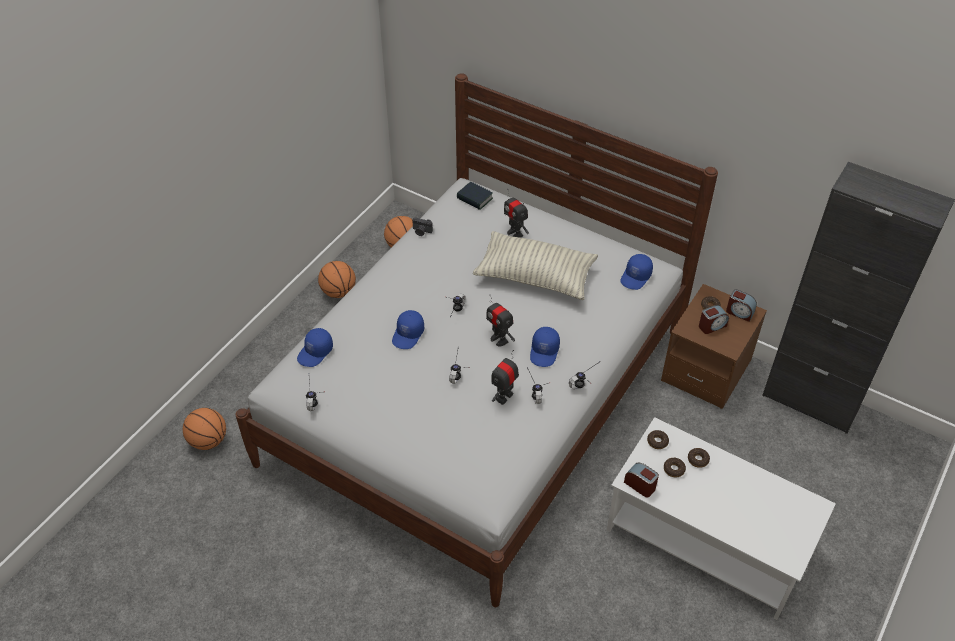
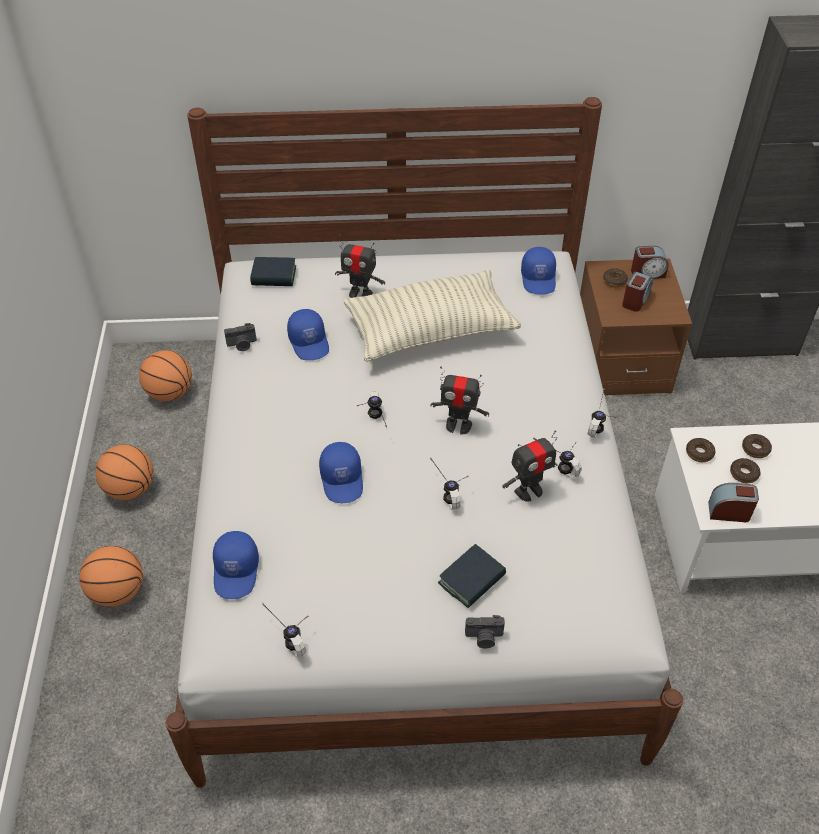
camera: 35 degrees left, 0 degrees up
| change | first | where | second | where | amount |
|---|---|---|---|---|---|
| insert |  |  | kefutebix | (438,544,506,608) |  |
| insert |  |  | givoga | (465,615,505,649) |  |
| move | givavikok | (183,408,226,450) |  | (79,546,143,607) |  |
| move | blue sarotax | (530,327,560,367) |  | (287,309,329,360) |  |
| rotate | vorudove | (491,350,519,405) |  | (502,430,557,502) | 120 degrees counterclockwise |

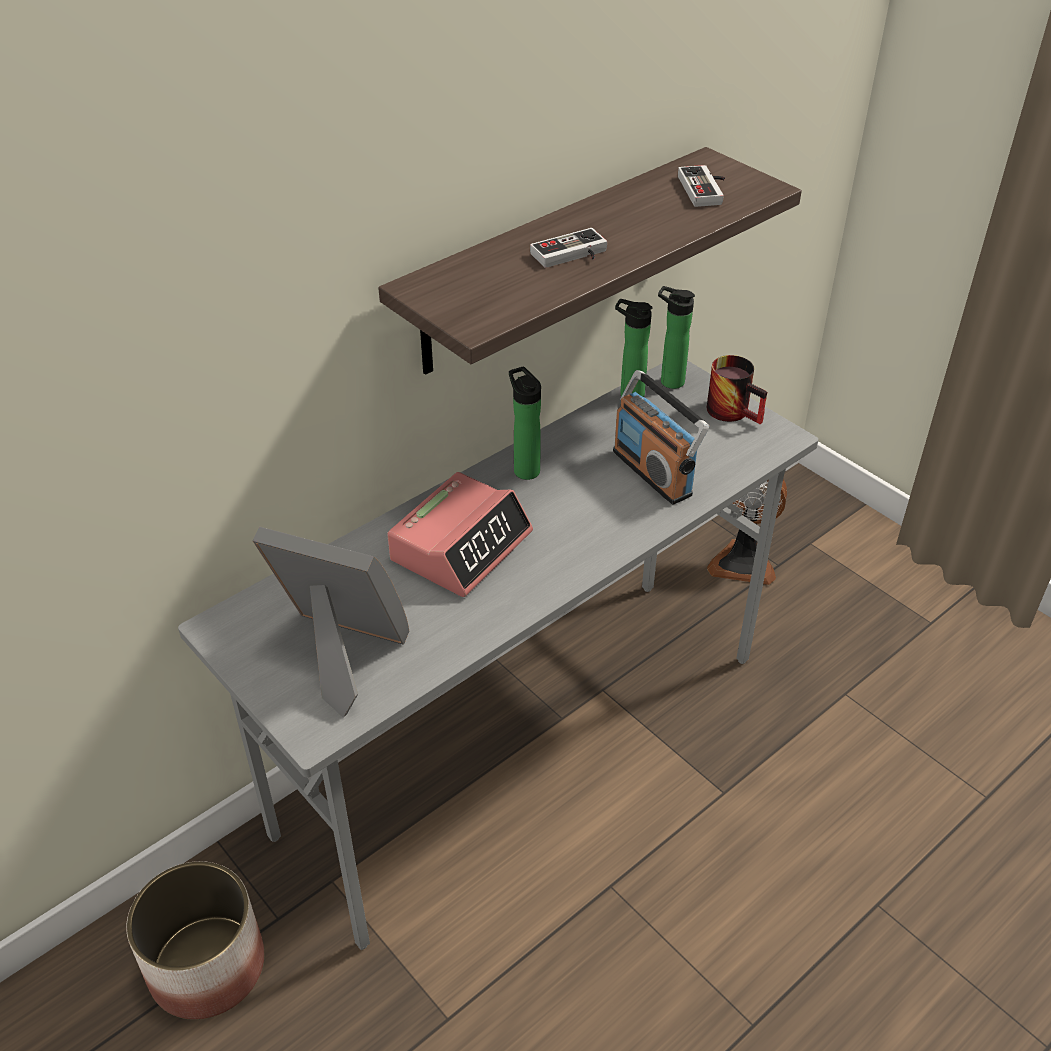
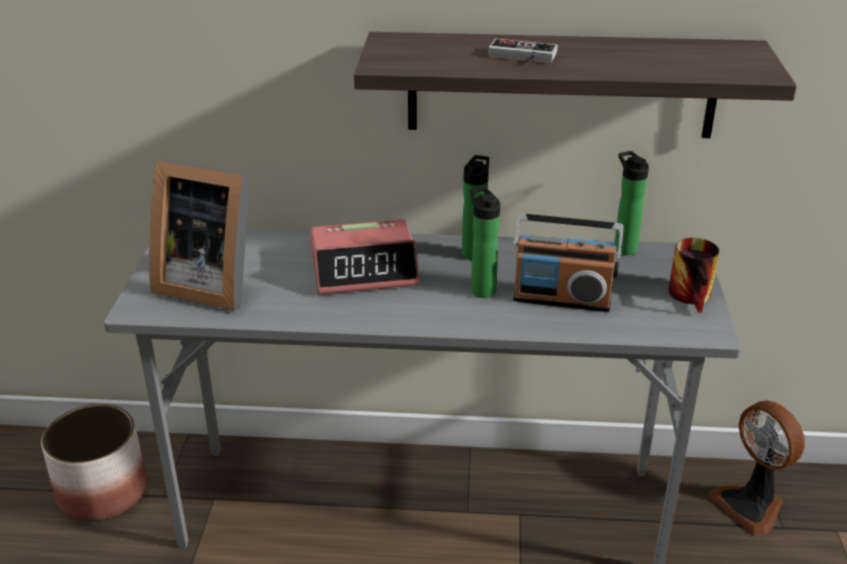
camera: 45 degrees right, 10 degrees down
| change | first | where | second | where | amount |
|---|---|---|---|---|---|
| delete | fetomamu | (678,165,725,207) |  |  |  |
| move | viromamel | (658,286,695,389) |  | (471,187,500,298) |  |
| rotate | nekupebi | (253,527,409,718) |  | (149,159,250,311) | 135 degrees clockwise |
| rotate | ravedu | (613,370,709,505) |  | (513,213,624,312) | 90 degrees counterclockwise |

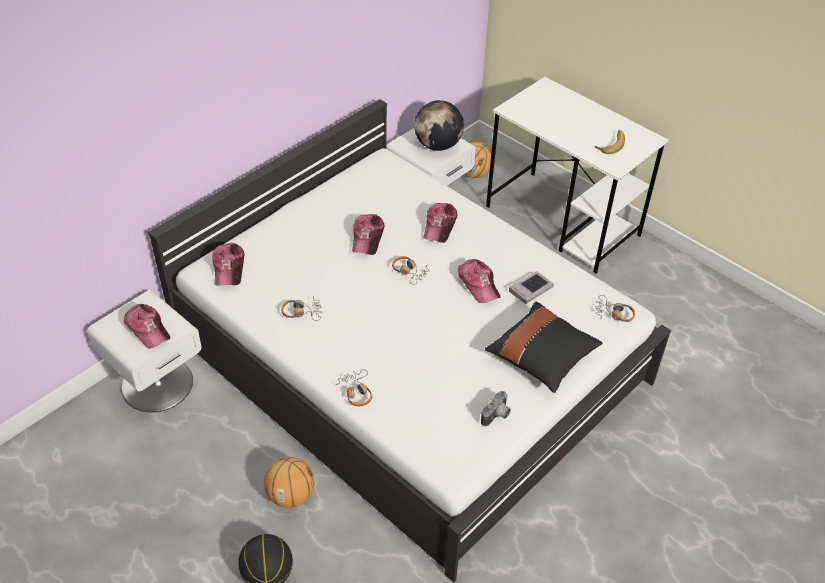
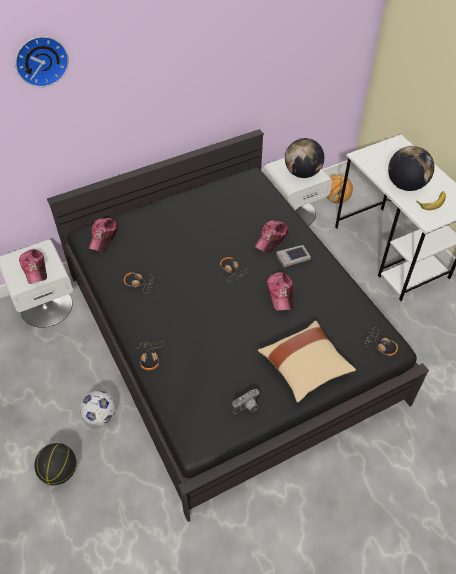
camera: 20 degrees right, 5 degrees up
| change | first | where | second | where | amount |
|---|---|---|---|---|---|
| delete | sarotax | (352,214,385,255) |  |  |  |
| insert |  |  | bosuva | (15,36,69,87) |  |
| insert |  |  | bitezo | (388,146,434,191) |  |
| move | kefutebix | (509,271,554,304) |  | (276,245,311,267) |  |
| replace | givavikok | (264,457,314,508) | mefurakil | (80,390,116,426) |  |
| recolor | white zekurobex | (148,99,671,582) | black zekurobex | (47,129,429,522) |  |
| recolor | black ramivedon | (485,302,603,393) | beige ramivedon | (258,320,356,402) |  |

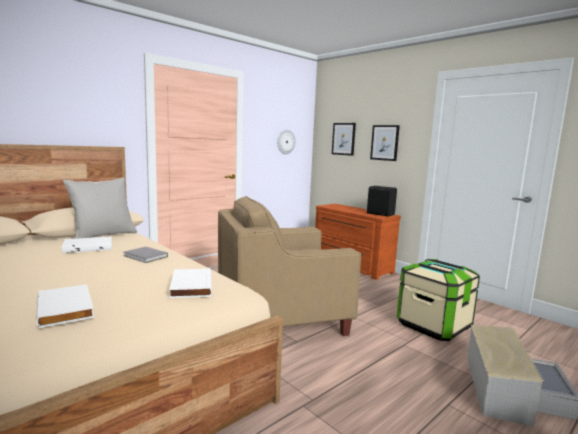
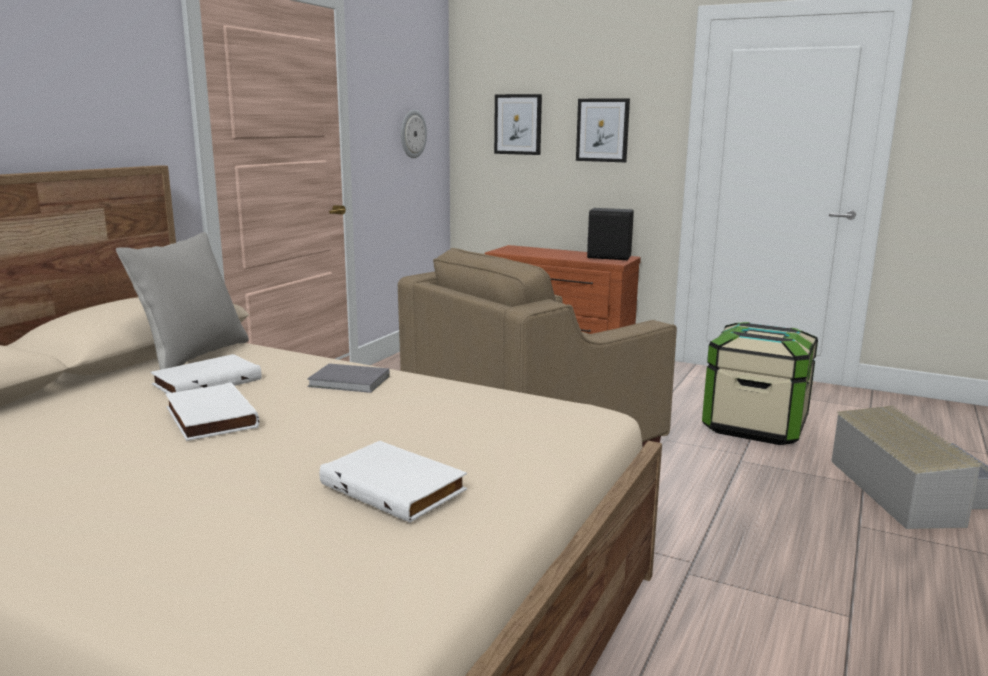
camera: 20 degrees left, 5 degrees up
| change | first | where | second | where | amount |
|---|---|---|---|---|---|
| move | white kefutebix | (169,268,212,298) |  | (166,382,259,441) |  |

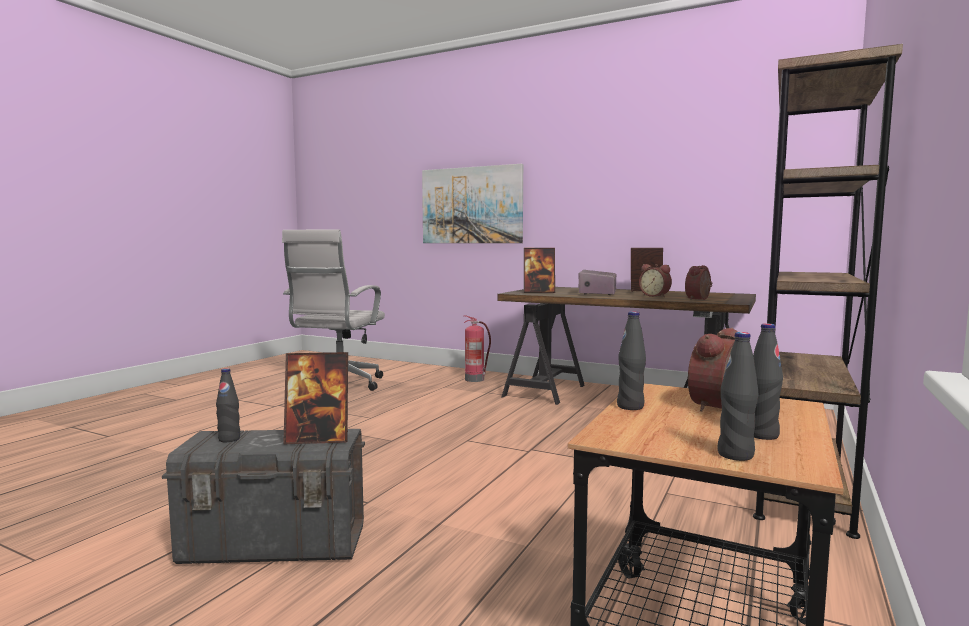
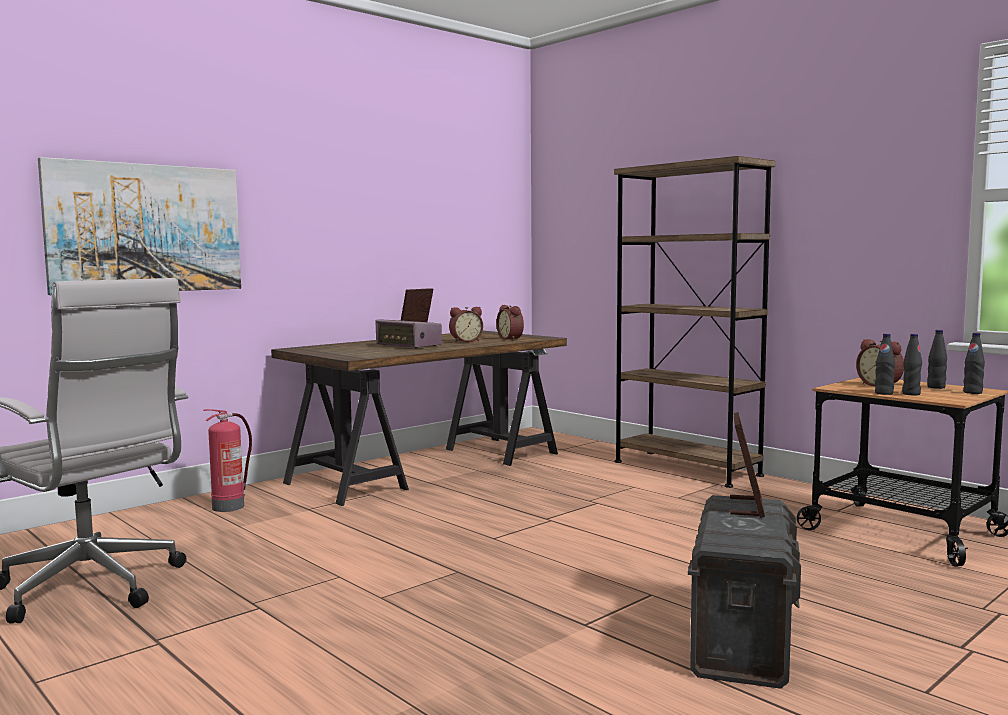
camera: 70 degrees left, 0 degrees up
| change | first | where | second | where | amount |
|---|---|---|---|---|---|
| delete | nekupebi | (524,248,555,293) |  |  |  |
| move | black viromamel | (216,368,240,442) |  | (902,334,922,396) |  |

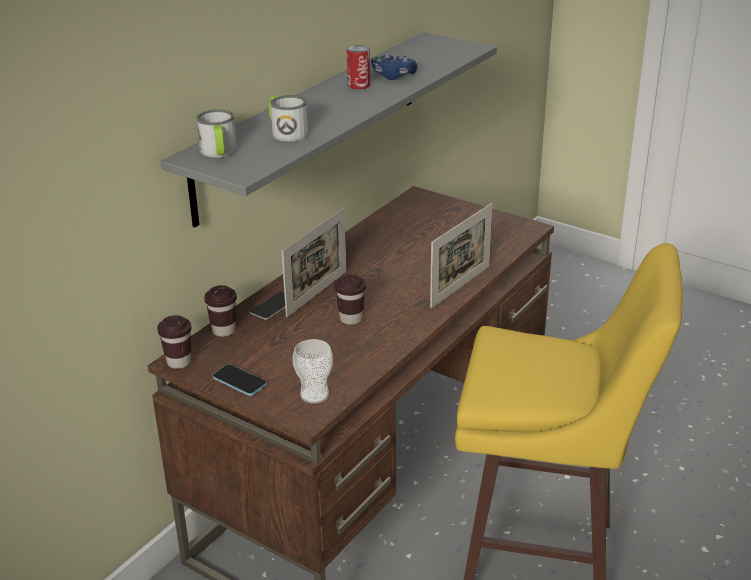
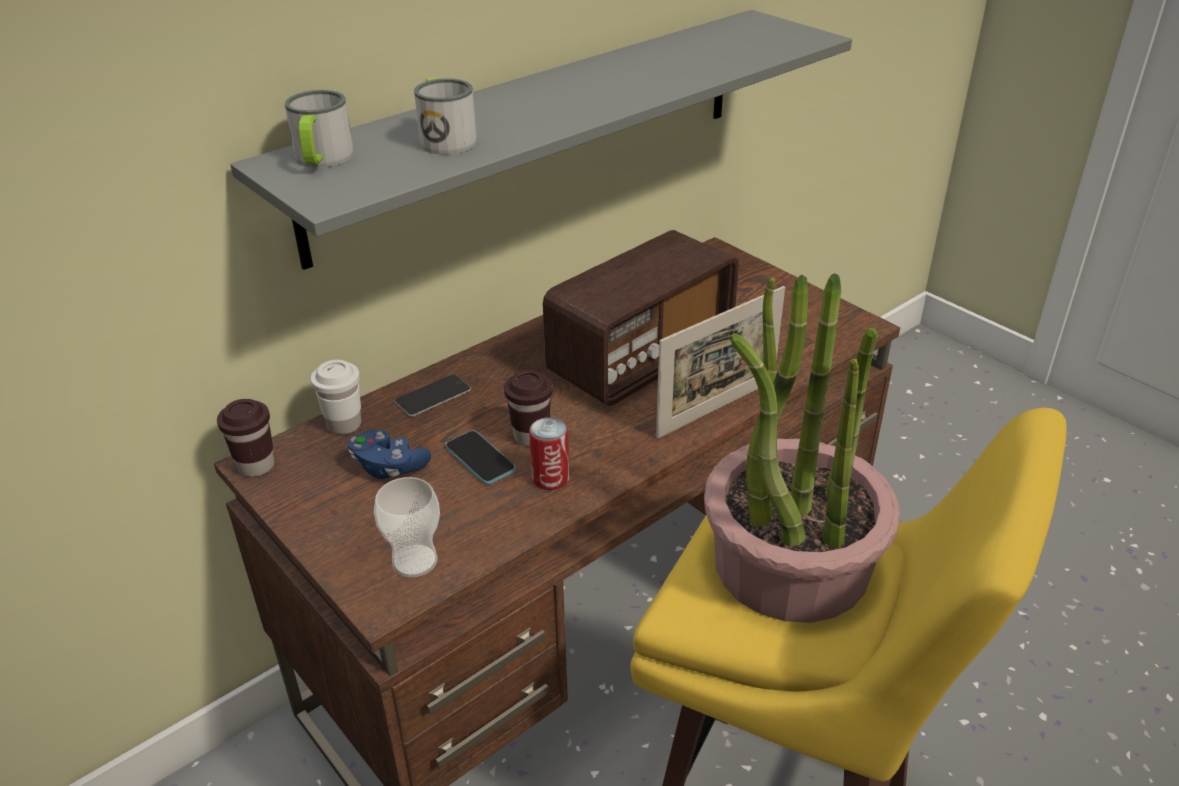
camera: 15 degrees right, 5 degrees up
| change | first | where | second | where | amount |
|---|---|---|---|---|---|
| delete | nekupebi | (282,208,346,317) |  |  |  |
| insert |  |  | ravedu | (543,230,739,406) |  |
| insert |  |  | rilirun | (704,273,900,623) |  |
| move | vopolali | (212,364,267,396) |  | (445,431,516,485) |  |
| move | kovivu | (347,45,370,89) |  | (529,417,569,490) |  |
| move | blue fetomamu | (371,54,417,80) |  | (348,430,431,479) |  |
| recolor | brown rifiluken | (204,285,237,337) | white rifiluken | (311,360,361,435) |  |

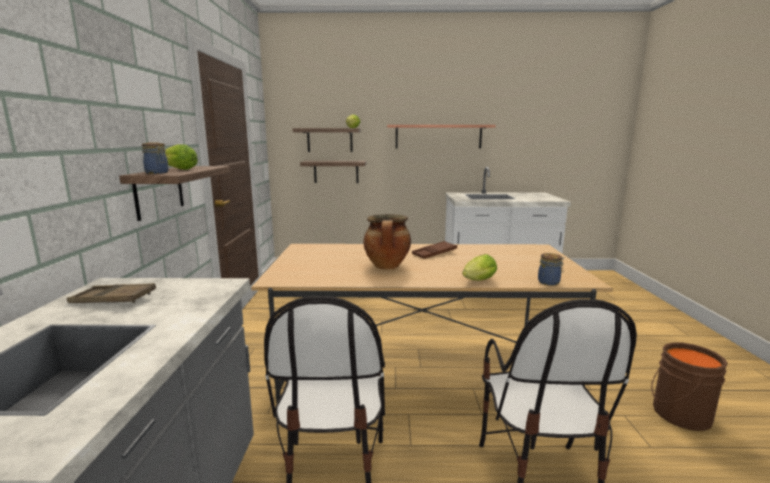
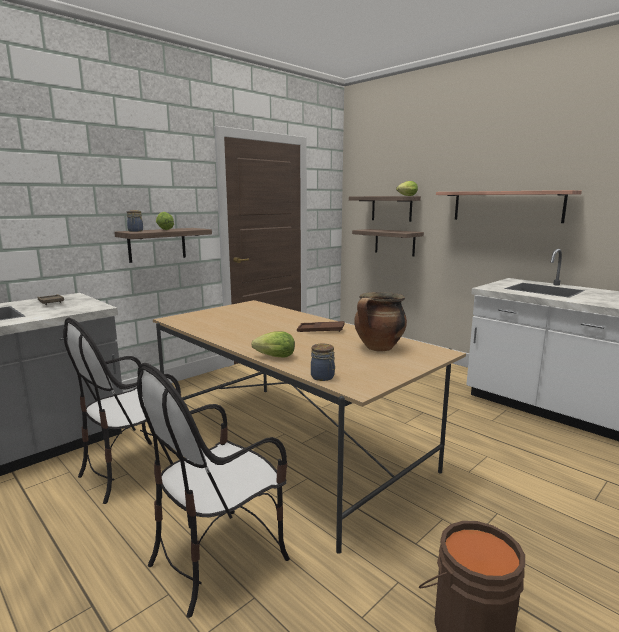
camera: 45 degrees right, 0 degrees up
| change | first | where | second | where | amount |
|---|---|---|---|---|---|
| move | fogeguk | (364,214,411,269) |  | (354,292,407,352) |  |

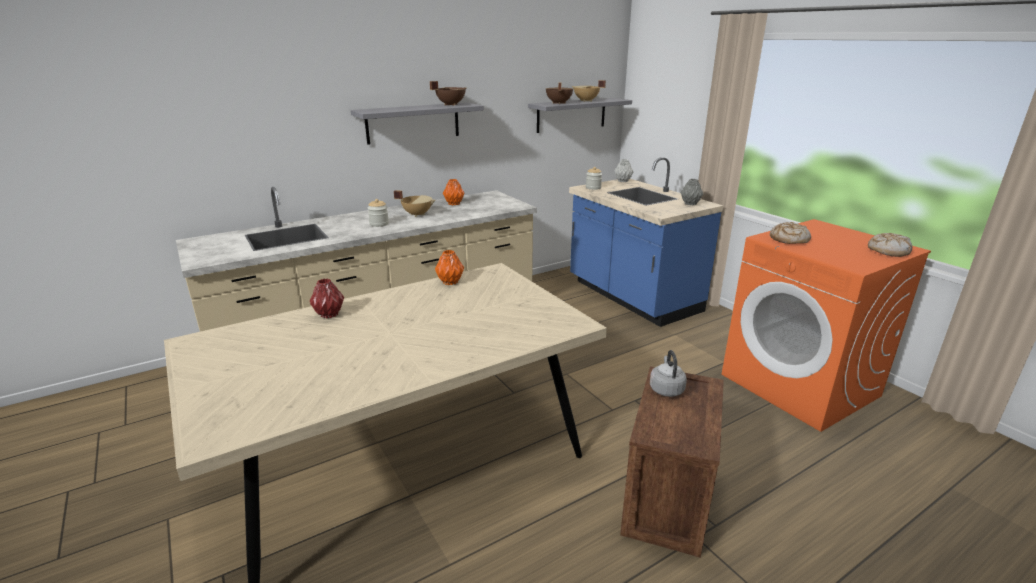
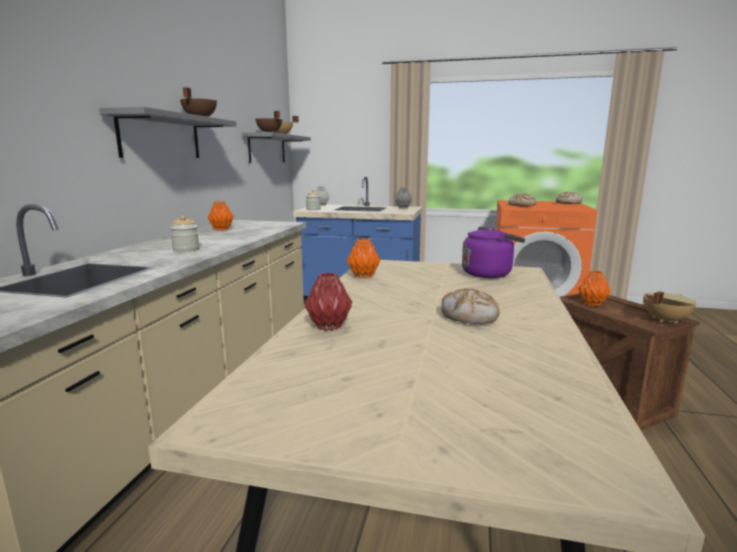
camera: 45 degrees left, 10 degrees down
| change | first | where | second | where | amount |
|---|---|---|---|---|---|
| insert |  |  | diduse | (441,288,500,324) |  |
| insert |  |  | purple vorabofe | (462,227,525,278) |  |
| move | beige fogeguk | (394,190,436,217) |  | (643,291,697,323) |  |
| replace | grey vorabofe | (650,350,687,397) | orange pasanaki | (578,271,611,306) |  |

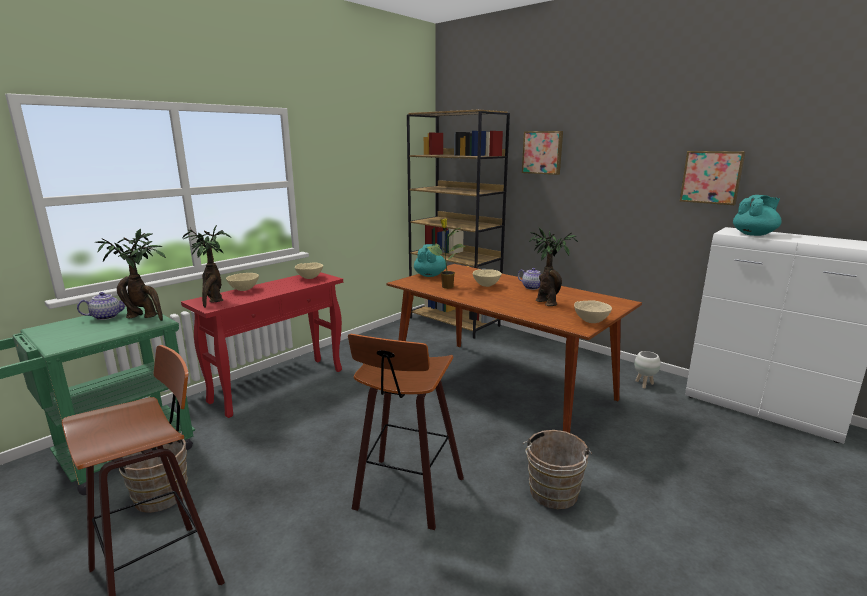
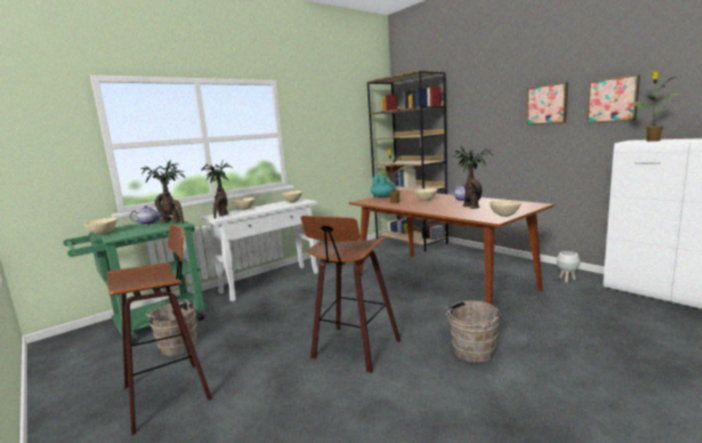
camera: 10 degrees right, 5 degrees down
| change | first | where | second | where | amount |
|---|---|---|---|---|---|
| insert |  |  | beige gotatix | (84,218,117,235) |  |
| move | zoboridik | (522,131,563,175) |  | (526,82,568,125) |  |
| replace | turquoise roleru | (733,195,781,236) | rilirun | (631,70,683,141) |  |
| recolor | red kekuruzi | (181,272,343,418) | white kekuruzi | (201,199,319,302) |  |

